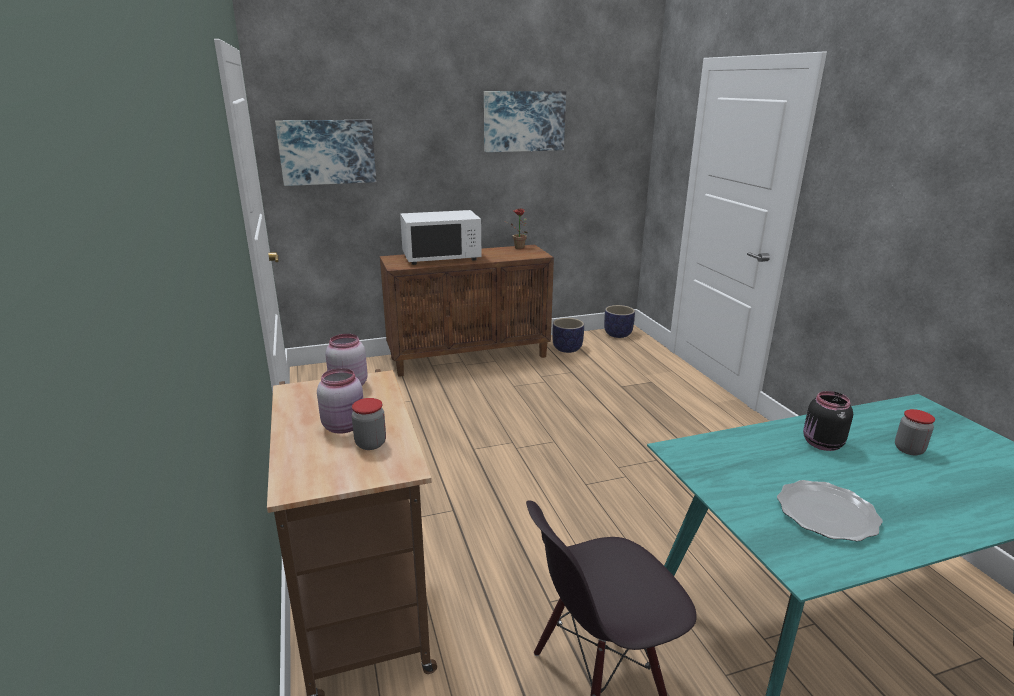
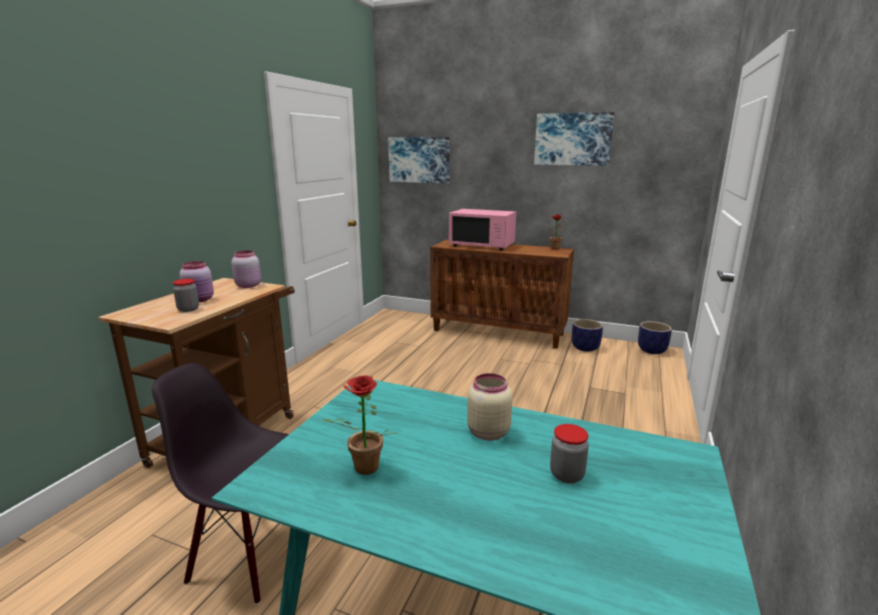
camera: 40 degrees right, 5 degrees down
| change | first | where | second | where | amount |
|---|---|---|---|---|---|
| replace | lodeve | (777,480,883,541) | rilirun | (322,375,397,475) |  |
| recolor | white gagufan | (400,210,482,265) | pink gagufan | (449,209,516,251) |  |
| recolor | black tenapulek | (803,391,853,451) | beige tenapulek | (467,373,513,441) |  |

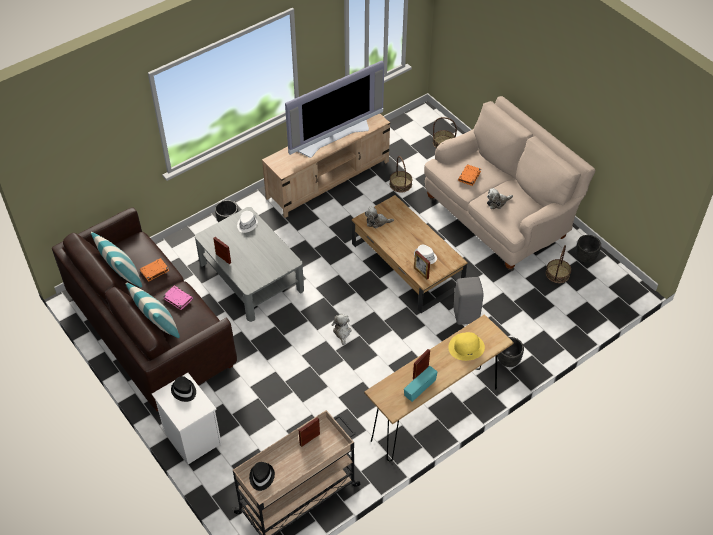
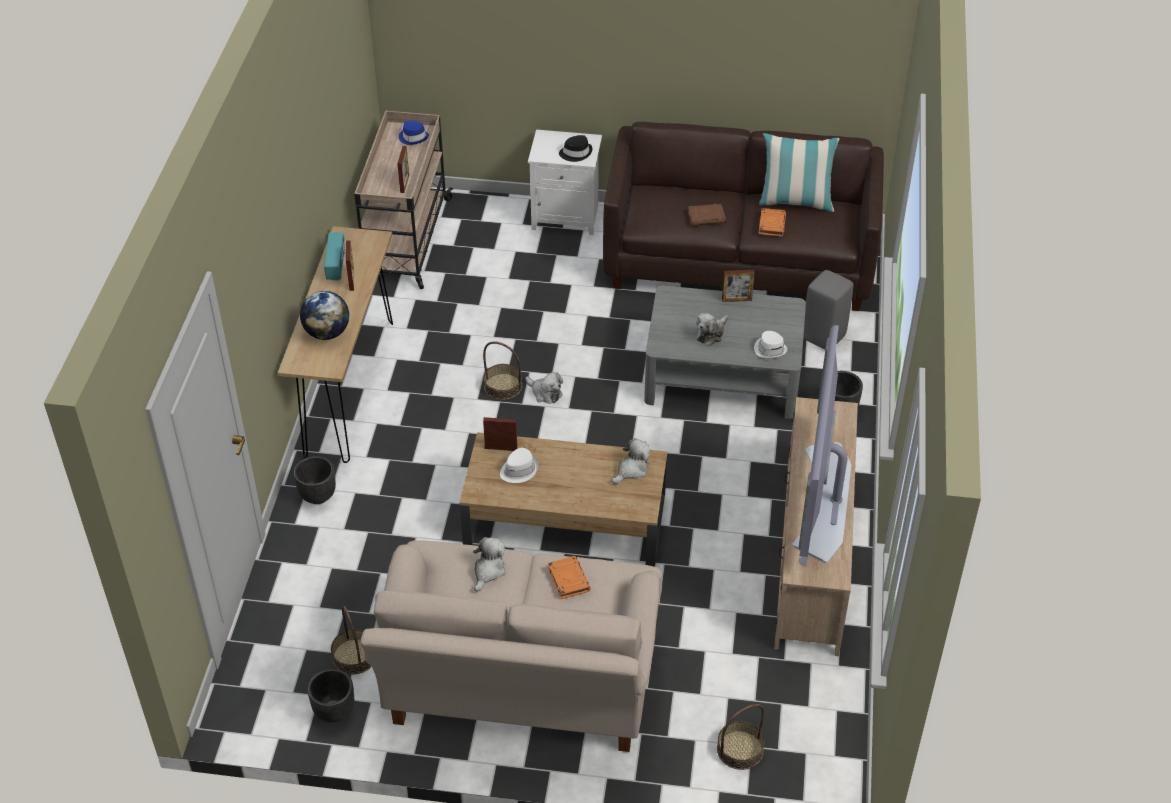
camera: 135 degrees right, 5 degrees down
| change | first | where | second | where | amount |
|---|---|---|---|---|---|
| delete | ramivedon | (126,282,180,338) |  |  |  |
| insert |  |  | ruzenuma | (696,313,728,346) |  |
| move | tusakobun | (390,156,412,192) |  | (483,342,522,400) |  |
| move | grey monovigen | (454,277,484,325) |  | (803,270,854,349) |  |
| replace | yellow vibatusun | (448,332,485,361) | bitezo | (300,291,349,340) |  |
| recolor | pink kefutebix | (163,286,193,310) | brown kefutebix | (688,204,726,226) |  |
| recolor | black vibatusun | (249,462,275,491) | blue vibatusun | (399,120,429,145) |  |

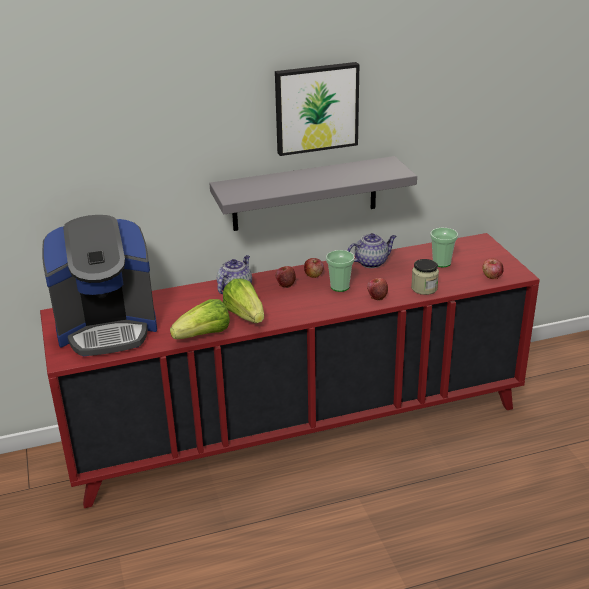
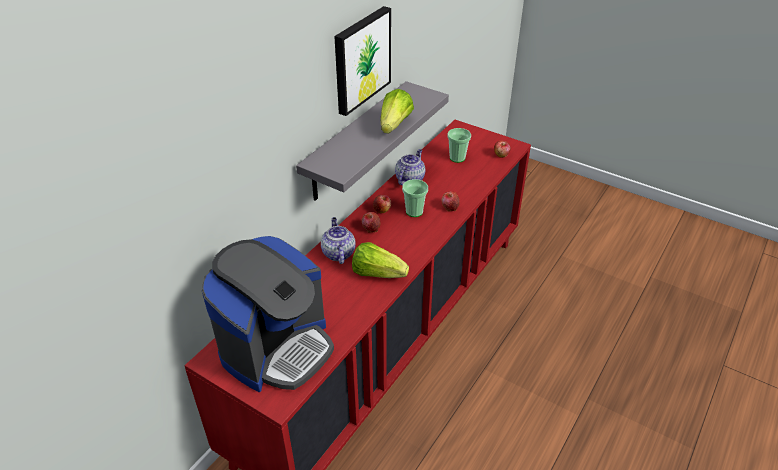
camera: 40 degrees left, 10 degrees up
| change | first | where | second | where | amount |
|---|---|---|---|---|---|
| delete | tenapulek | (411,259,439,295) |  |  |  |
| move | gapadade | (170,299,230,339) |  | (380,89,414,134) |  |

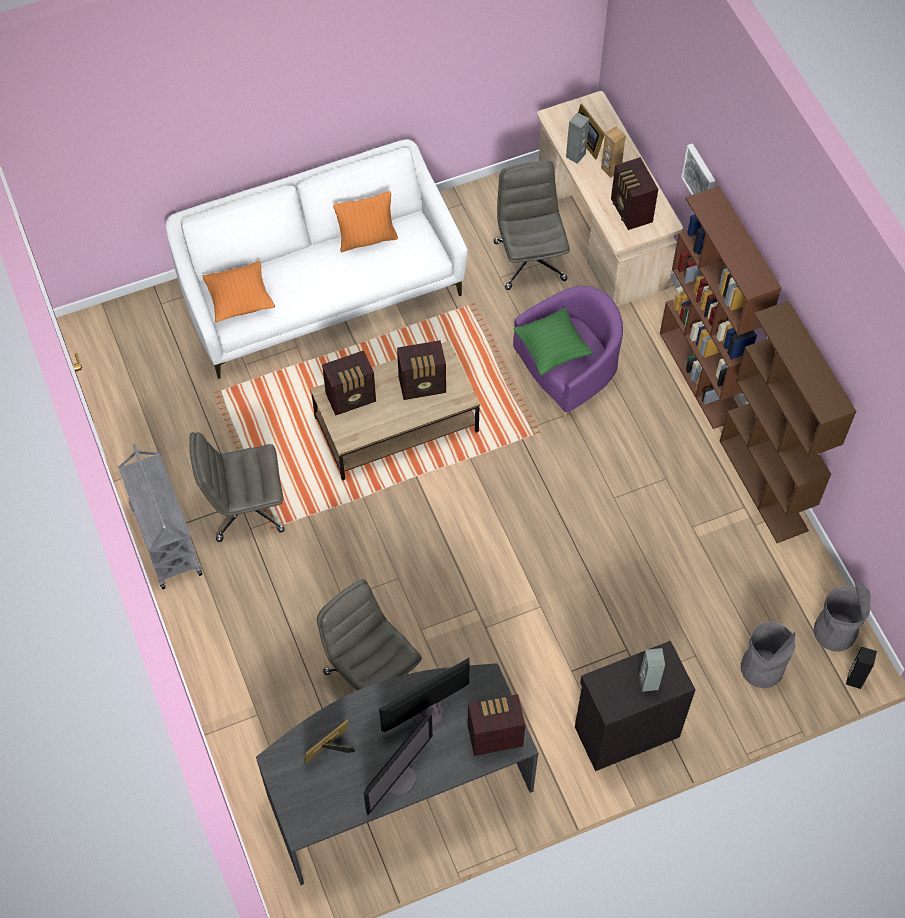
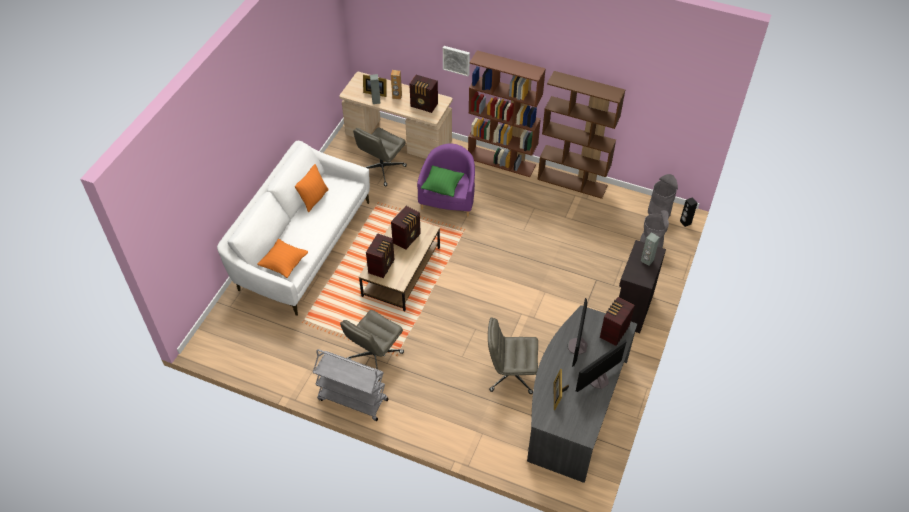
camera: 45 degrees left, 10 degrees down
| change | first | where | second | where | amount |
|---|---|---|---|---|---|
| rotate | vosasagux | (364,714,433,815) |  | (576,339,627,392) | 120 degrees counterclockwise |
| rotate | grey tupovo | (494,160,570,290) |  | (353,128,407,186) | 90 degrees counterclockwise |

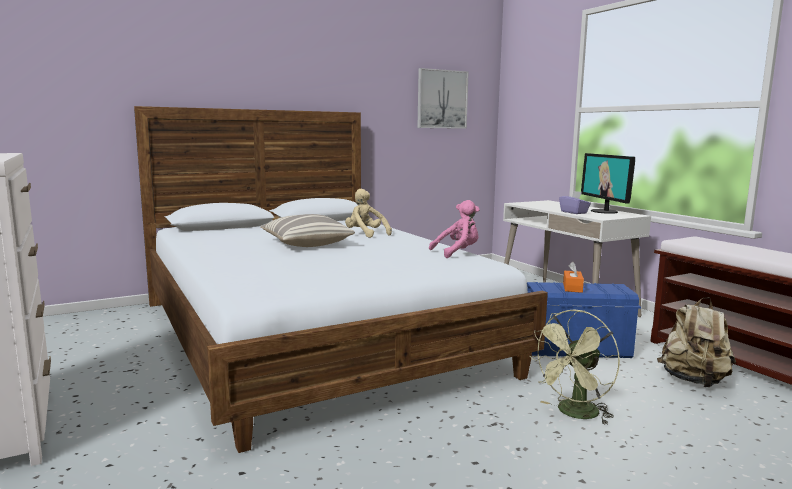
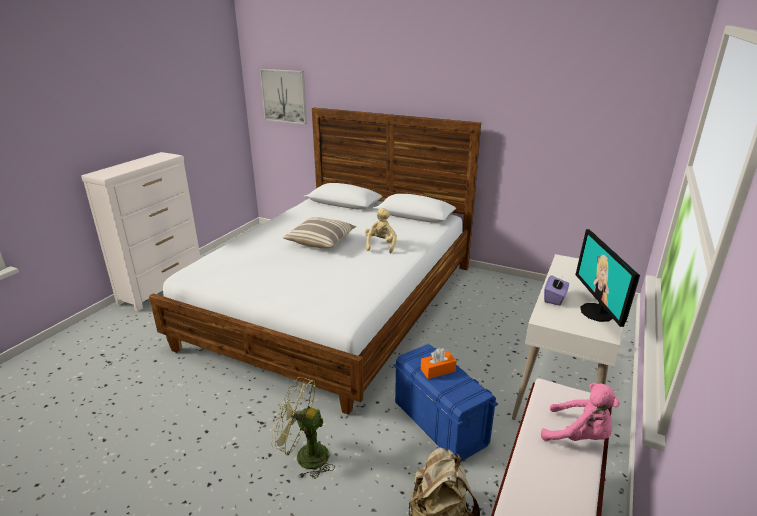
camera: 55 degrees right, 15 degrees up
| change | first | where | second | where | amount |
|---|---|---|---|---|---|
| move | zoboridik | (417,68,469,129) |  | (260,69,307,124) |  |
| move | pink ruzenuma | (429,200,480,258) |  | (541,383,620,441) |  |
| rotate | vosasagux | (581,153,635,214) |  | (575,229,640,327) | 45 degrees counterclockwise |

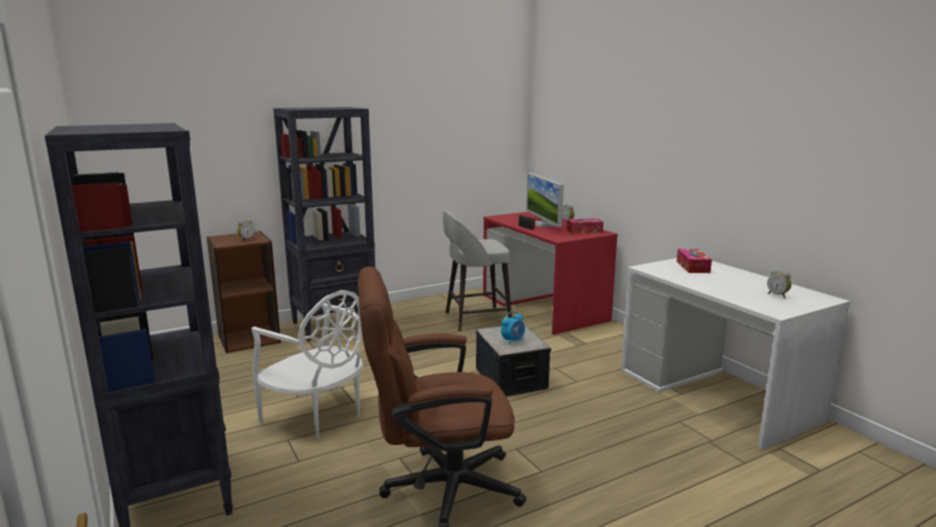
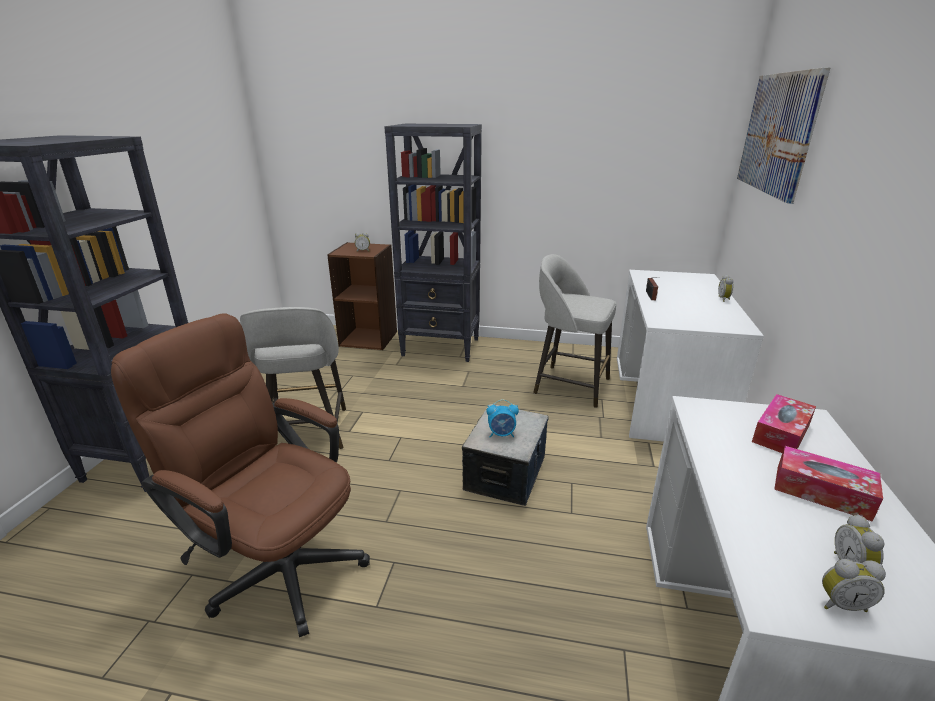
camera: 40 degrees right, 10 degrees up
| change | first | where | second | where | amount |
|---|---|---|---|---|---|
| delete | vosasagux | (526,173,564,227) |  |  |  |
| insert |  |  | zoboridik | (737,68,830,204) |  |
| insert |  |  | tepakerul | (822,559,886,612) |  |
| move | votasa | (567,218,603,234) |  | (774,446,883,522) |  |
| replace | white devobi | (251,290,363,440) | grey monovigen | (240,307,346,449) |  |
| recolor | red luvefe | (483,212,618,335) | white luvefe | (617,270,764,442) |  |

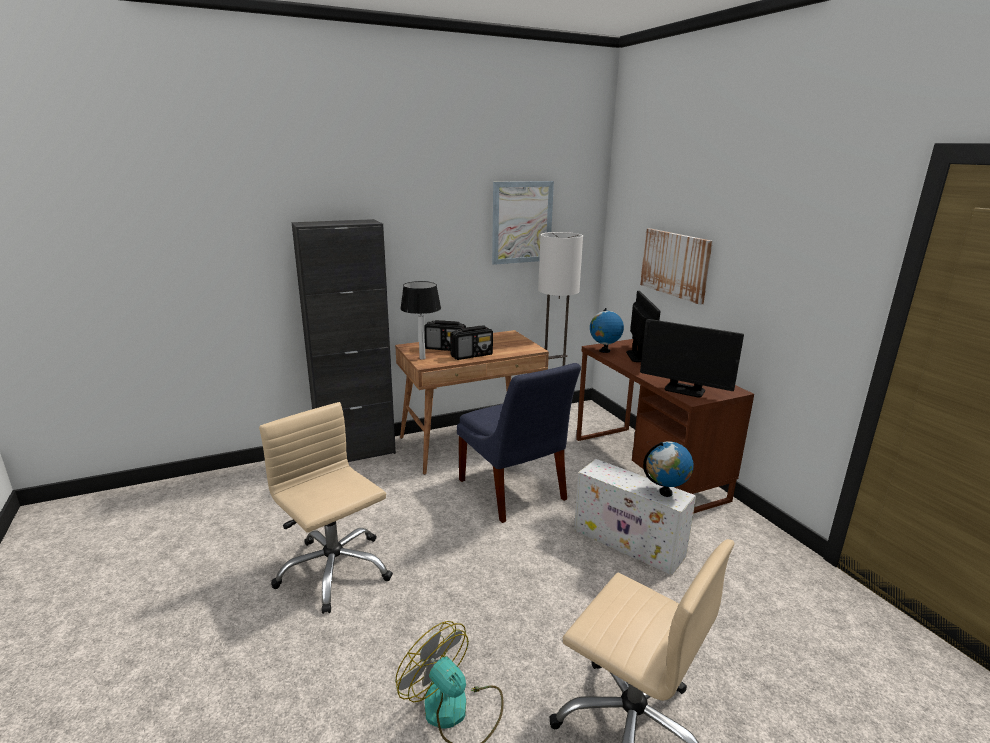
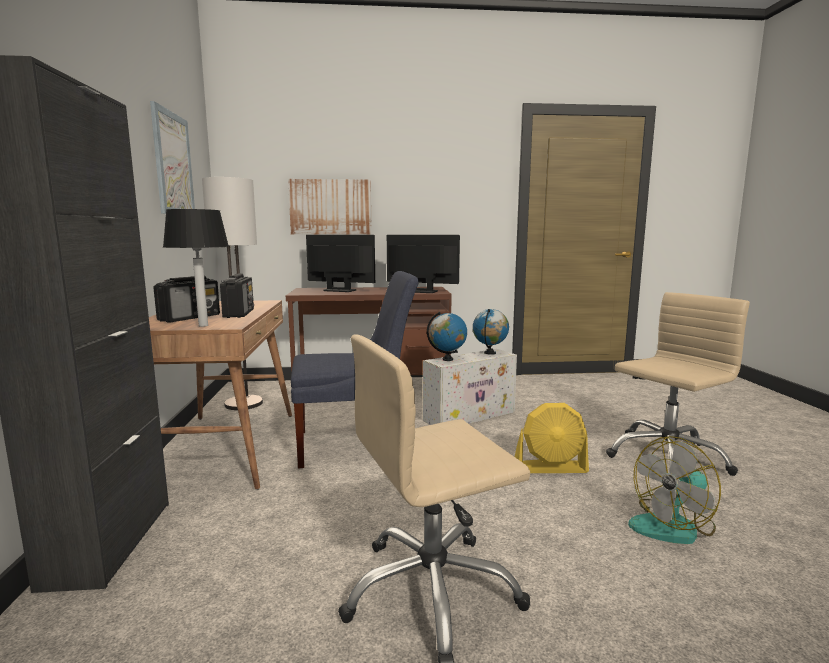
camera: 70 degrees left, 10 degrees down
| change | first | where | second | where | amount |
|---|---|---|---|---|---|
| insert |  |  | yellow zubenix | (515,403,589,473) |  |
| move | bitezo | (590,308,624,353) |  | (427,312,467,361) |  |
| rotate | vosasagux | (640,319,744,397) |  | (387,235,460,293) | 120 degrees counterclockwise |

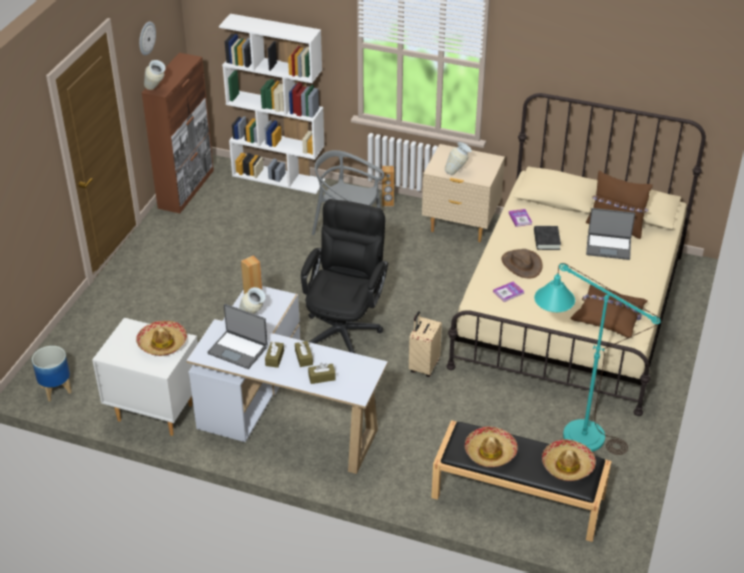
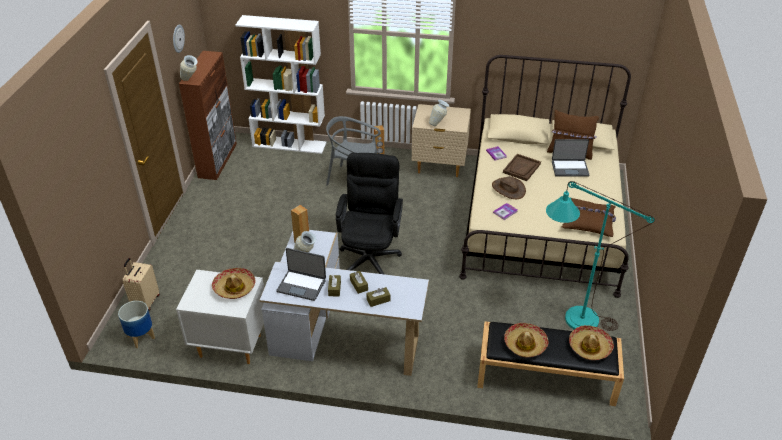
camera: 10 degrees left, 0 degrees up
| change | first | where | second | where | amount |
|---|---|---|---|---|---|
| move | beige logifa | (409,311,442,377) |  | (122,258,159,311) |  |
| replace | black kefutebix | (534,226,561,250) | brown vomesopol | (503,154,541,181) |  |

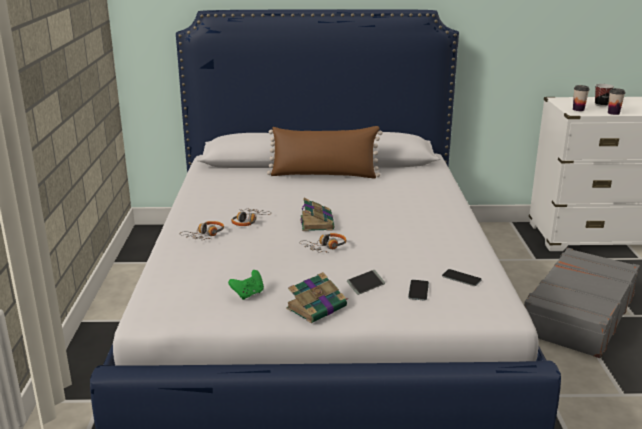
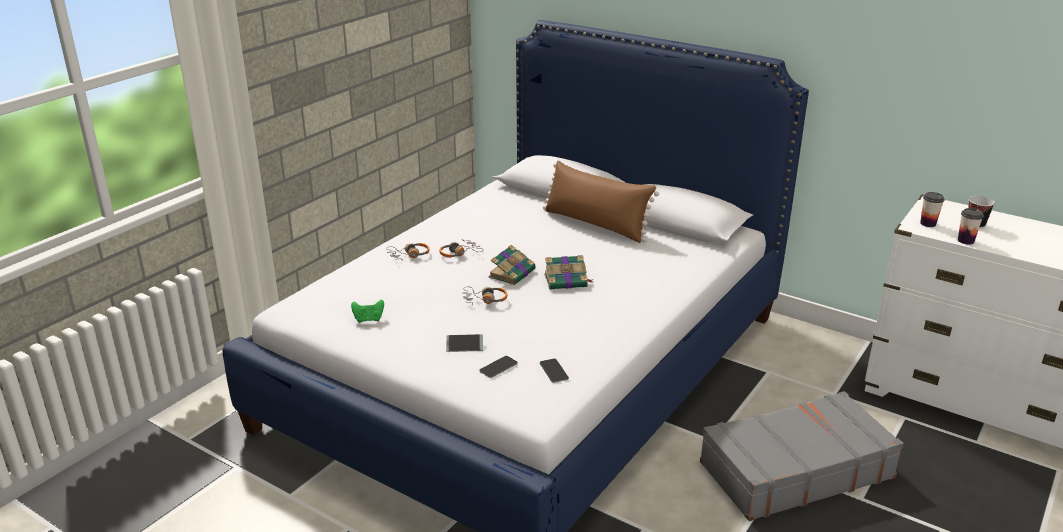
camera: 35 degrees right, 5 degrees up
| change | first | where | second | where | amount |
|---|---|---|---|---|---|
| move | kefutebix | (286,272,347,323) |  | (545,255,593,290) |  |

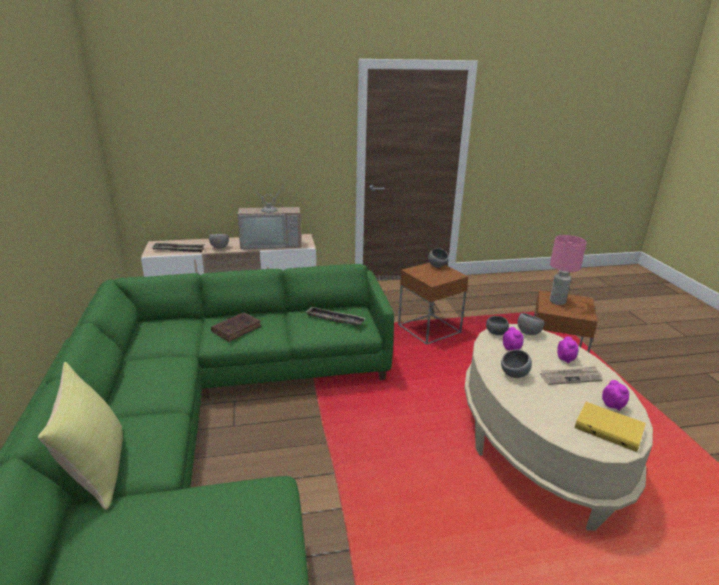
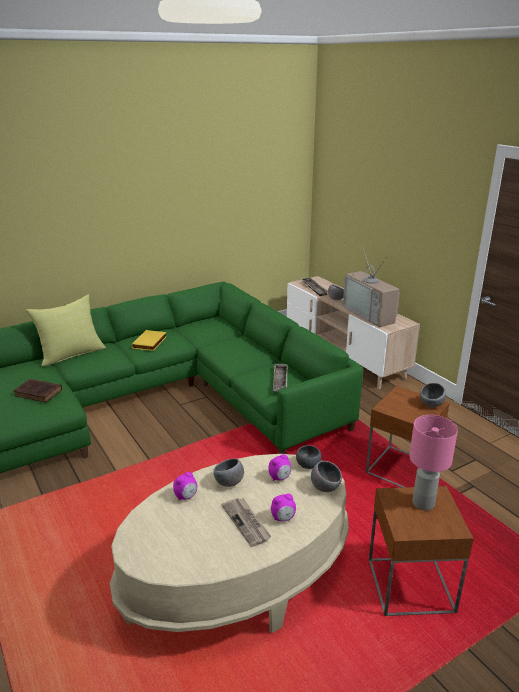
camera: 70 degrees right, 0 degrees up
| change | first | where | second | where | amount |
|---|---|---|---|---|---|
| move | brown kefutebix | (211,312,261,342) |  | (13,379,62,403) |  |
| move | yellow kefutebix | (575,402,646,452) |  | (132,330,167,351) |  |
| move | tepakerul | (602,380,629,411) |  | (173,472,197,500) |  |

